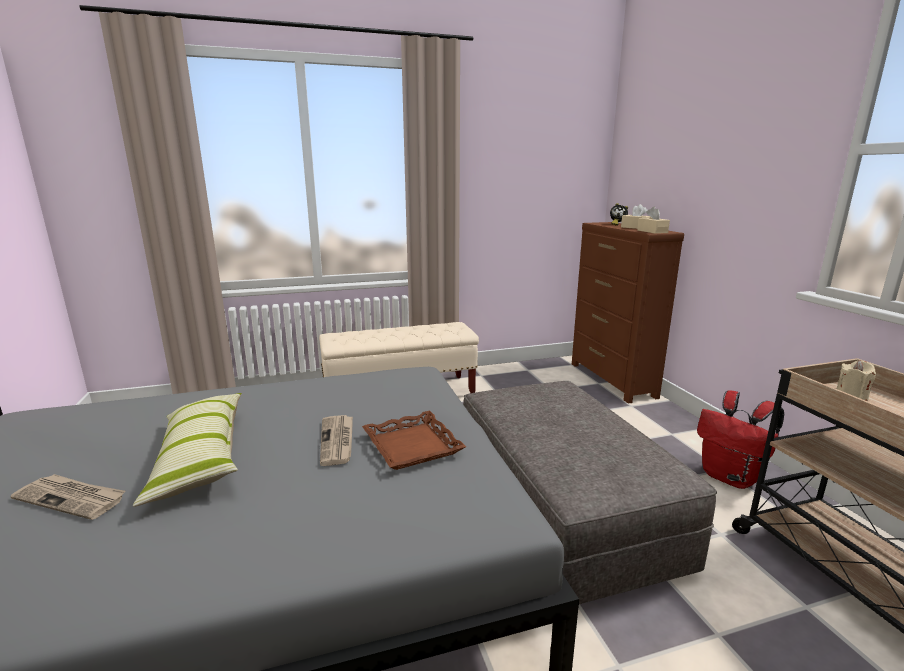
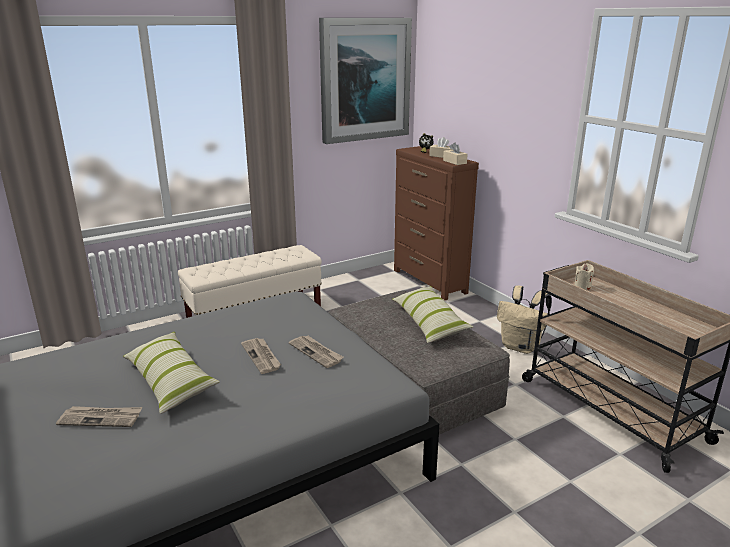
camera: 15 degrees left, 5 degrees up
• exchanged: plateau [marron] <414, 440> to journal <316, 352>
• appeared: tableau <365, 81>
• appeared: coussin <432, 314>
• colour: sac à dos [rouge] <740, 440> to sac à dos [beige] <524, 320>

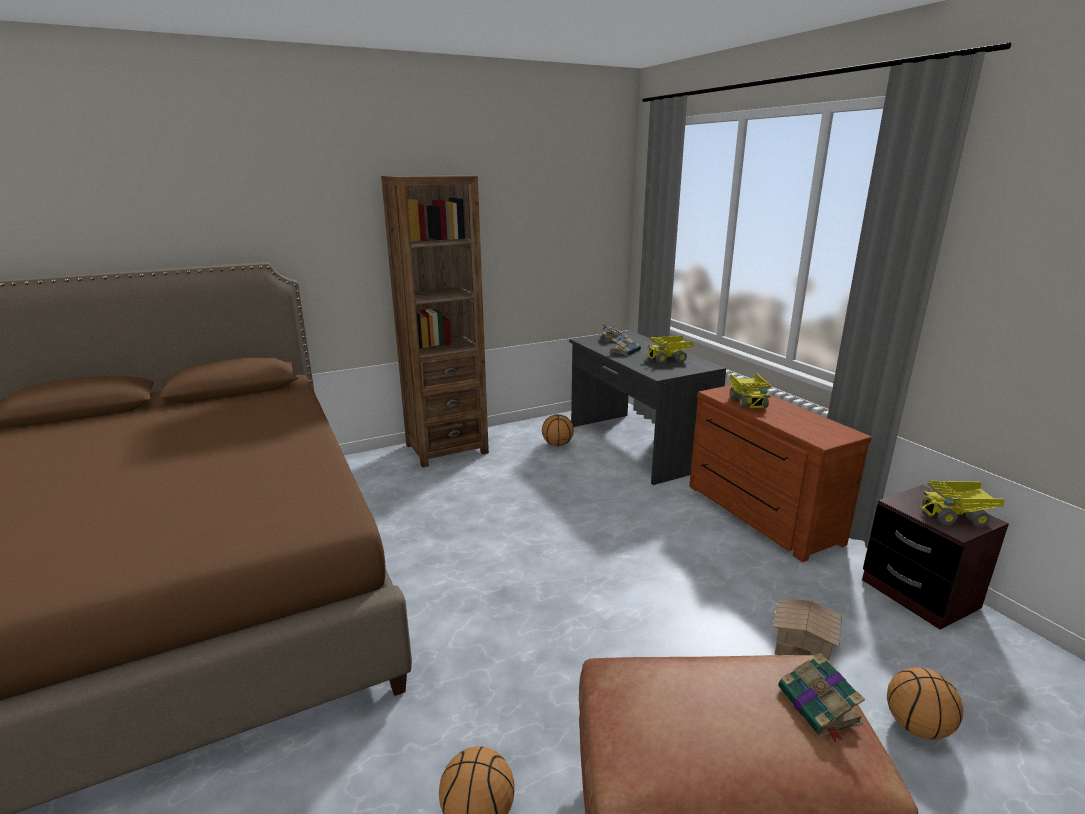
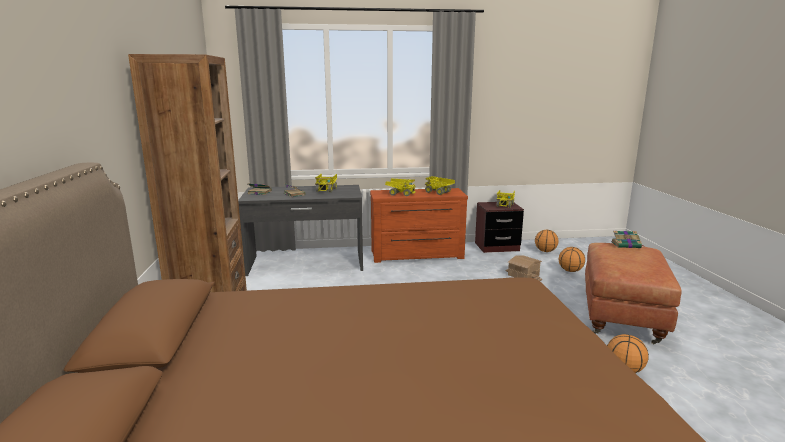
camera: 70 degrees left, 5 degrees down
• appeared: camion jouet <440, 185>
• relocated: ballon de basket <558, 430> to <547, 241>

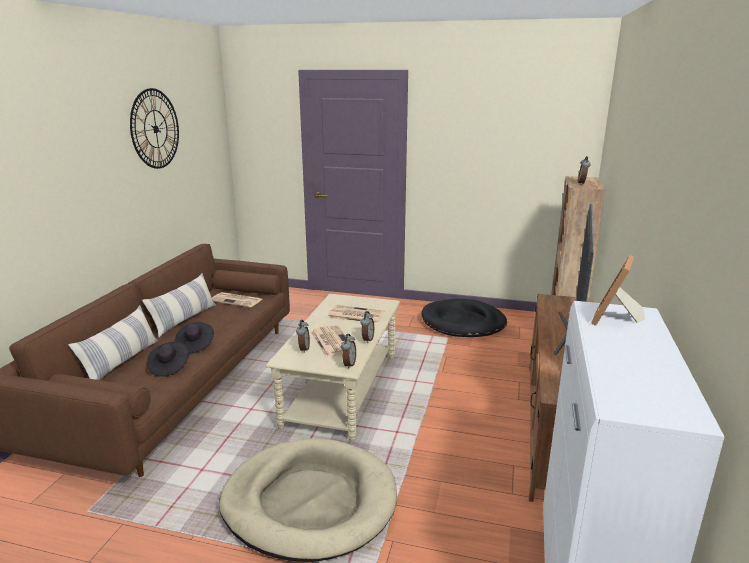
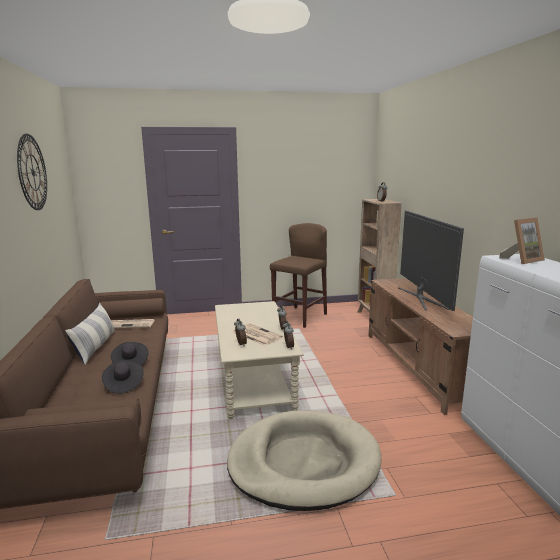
camera: 25 degrees left, 5 degrees down
• exchanged: panier pour chien [noir] <464, 318> to tabouret [marron] <298, 275>
• spun: cadre photo <618, 290> = <522, 240> 120 degrees counterclockwise
• missing: coussin <113, 342>
• missing: journal <355, 314>

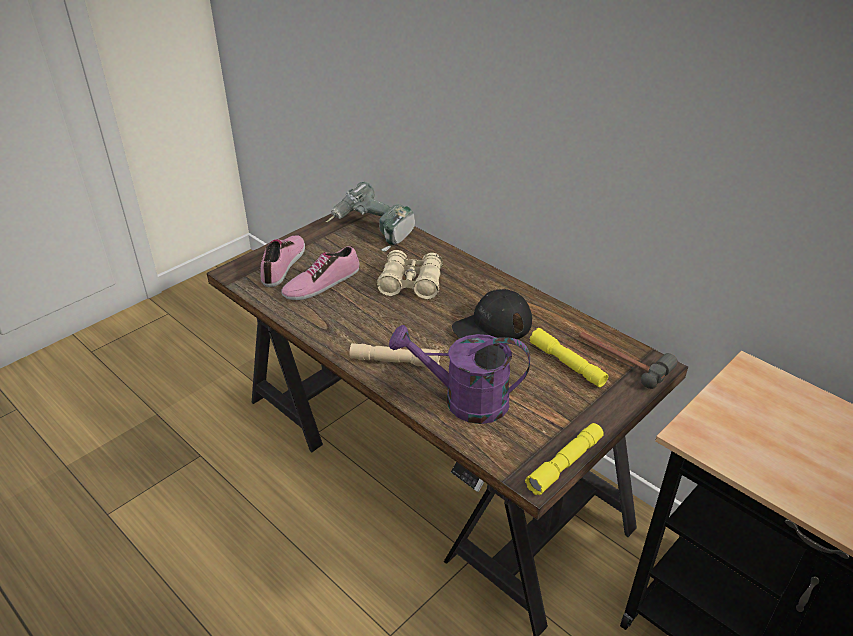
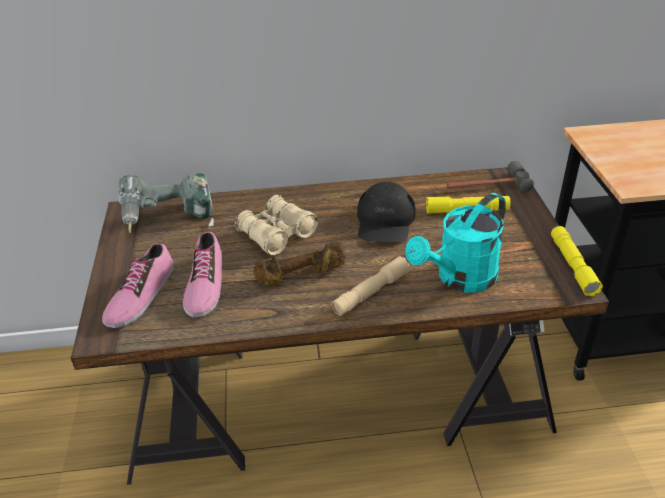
camera: 50 degrees left, 0 degrees up
• spun: chaussure <282, 261> = <138, 285> 120 degrees counterclockwise
• appeared: haltère [marron] <299, 263>
• colour: arrosoir [violet] <459, 374> to arrosoir [turquoise] <455, 243>

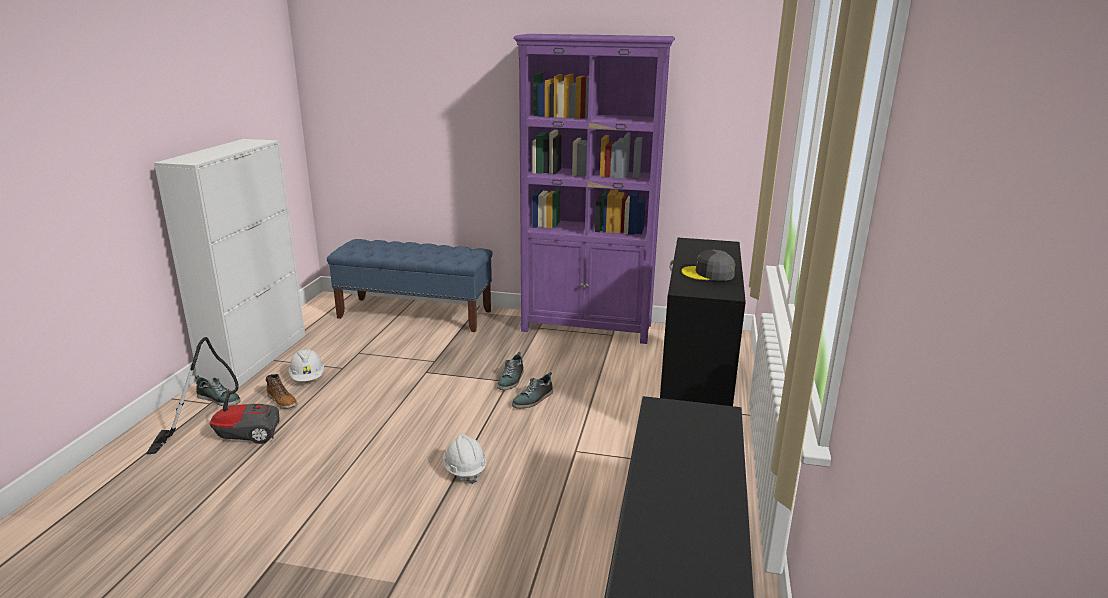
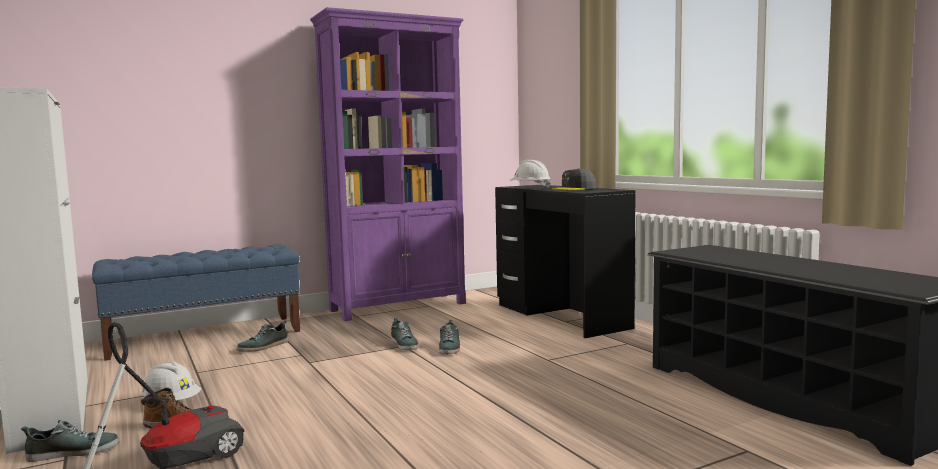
camera: 40 degrees left, 15 degrees down
• appeared: chaussure <262, 336>
• relocated: casque de chantier [blanc] <465, 459> to <530, 174>

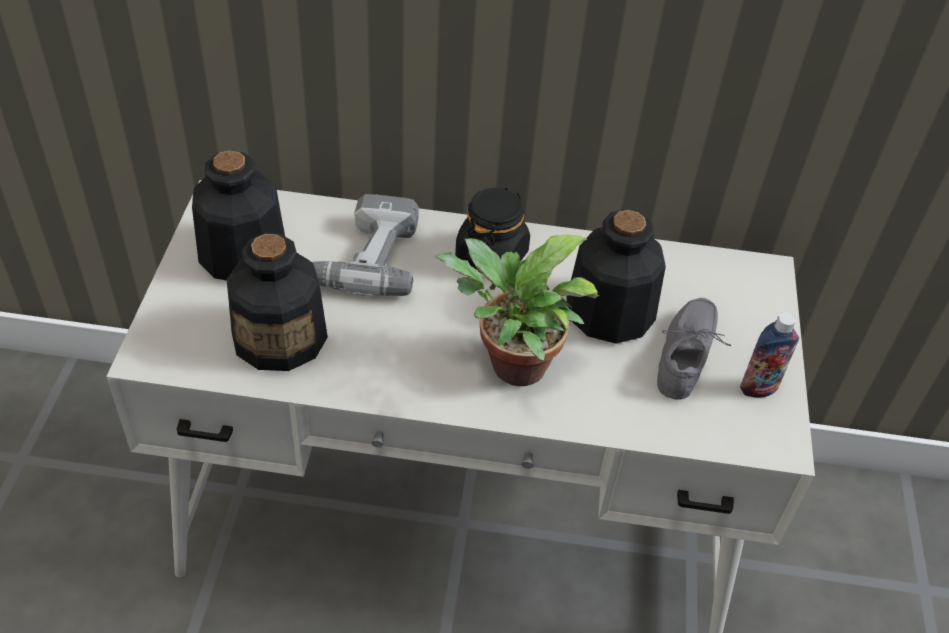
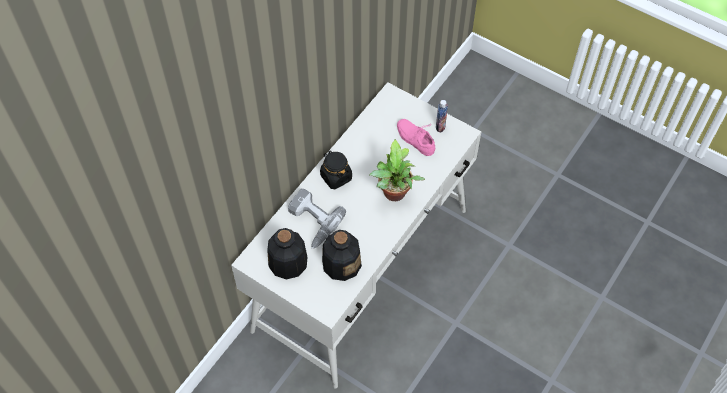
camera: 60 degrees left, 10 degrees up
• colour: chaussure [gris] <694, 349> to chaussure [rose] <416, 137>
• missing: bouteille <616, 276>

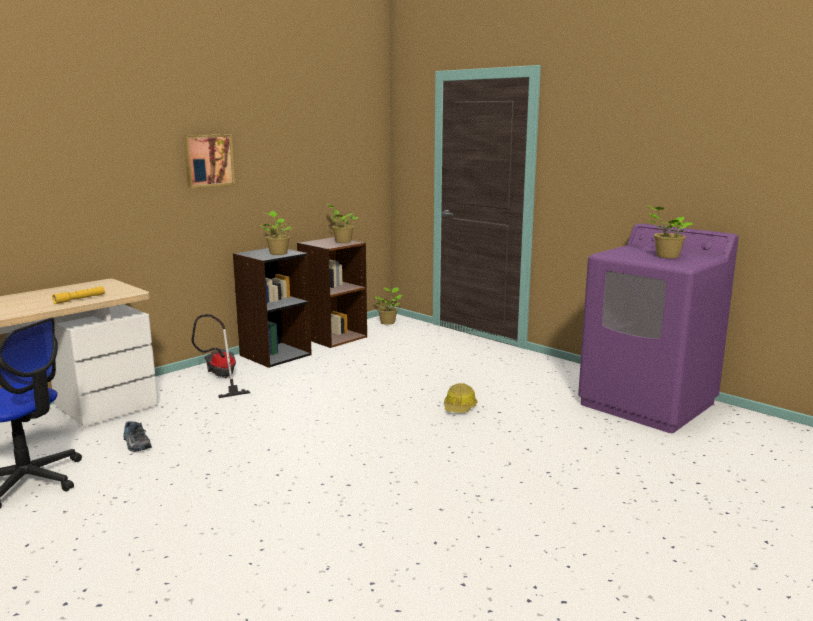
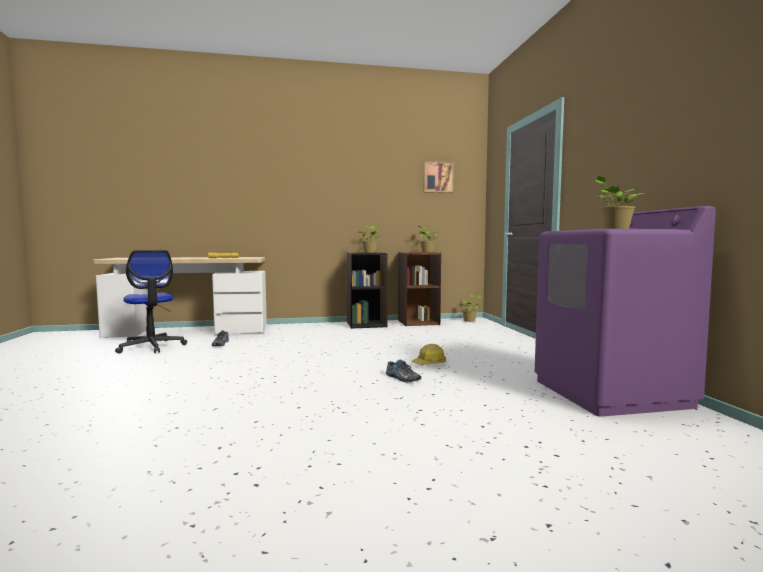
camera: 35 degrees right, 10 degrees down
• appeared: chaussure <403, 371>
• relocated: tableau <209, 161> to <438, 177>
• missing: aspirateur <220, 356>

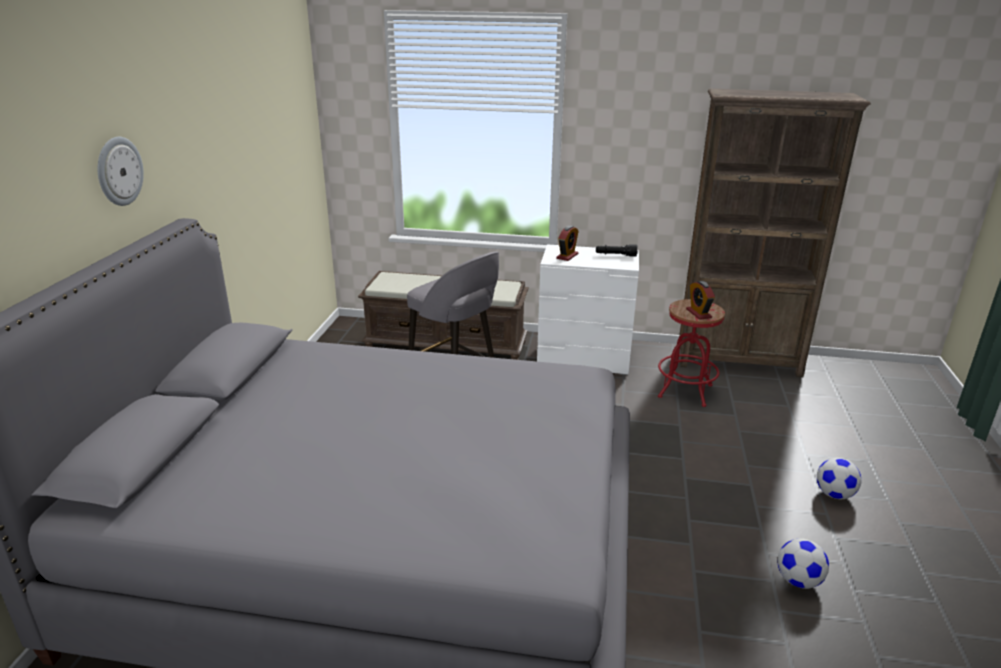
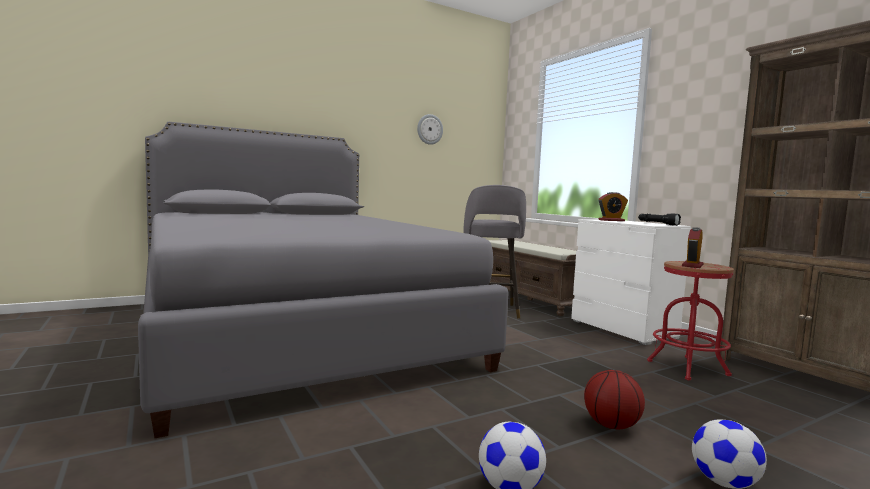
camera: 50 degrees right, 20 degrees down
• relocated: horloge murale <121, 171> to <430, 129>
• appeared: ballon de basket <614, 399>

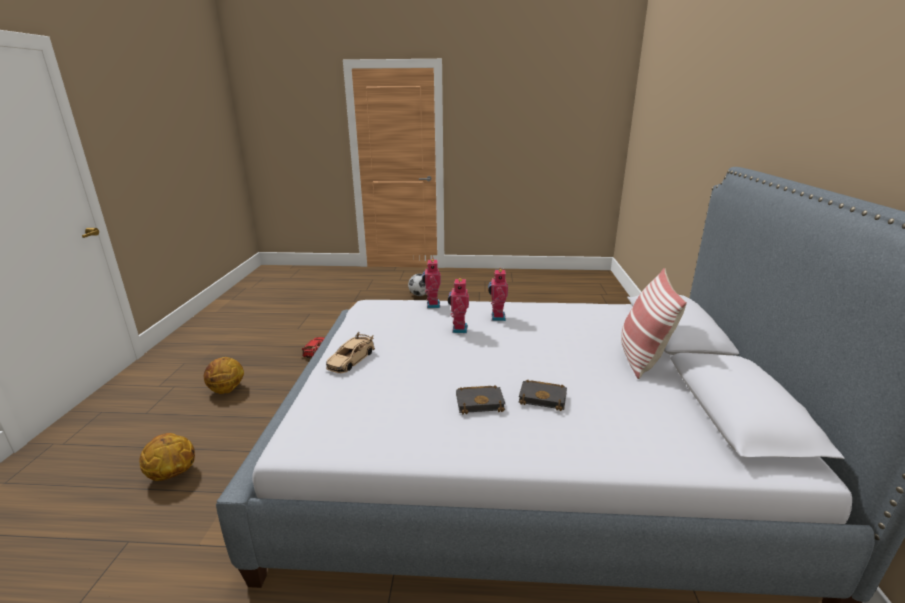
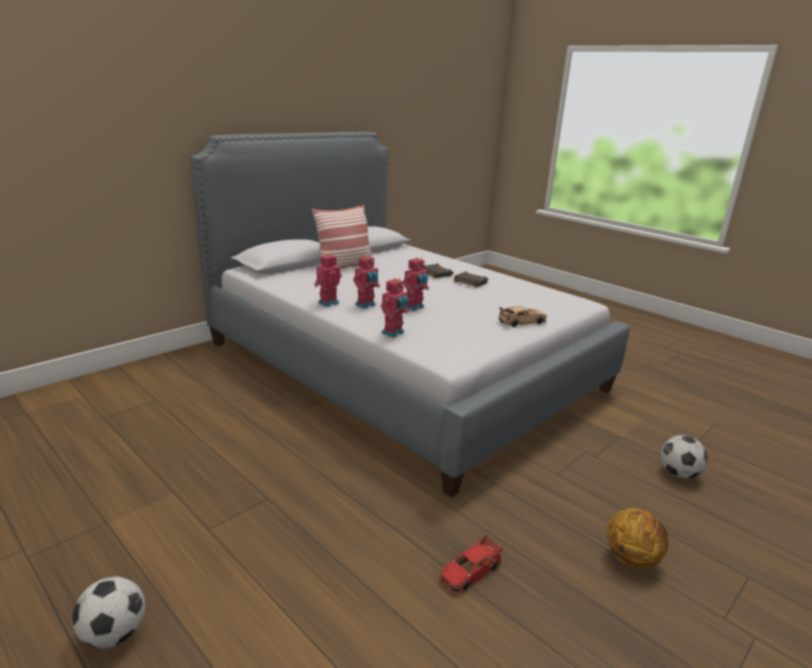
camera: 140 degrees left, 0 degrees up
• appeared: robot jouet <328, 280>
• exchanged: ballon de basket <167, 457> to ballon de foot <684, 457>

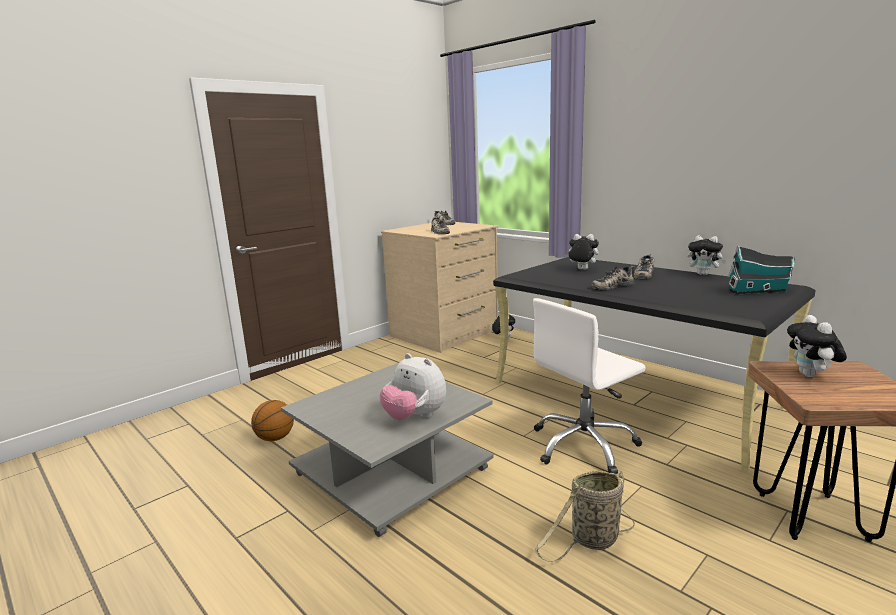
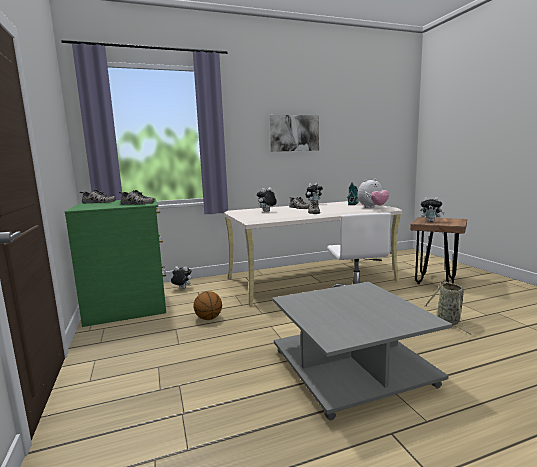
camera: 65 degrees left, 5 degrees down
• colour: commode [beige] <440, 287> to commode [vert] <115, 262>
• relocated: ballon de basket <272, 420> to <208, 305>
• colour: bureau [noir] <654, 364> to bureau [beige] <313, 253>
• appeared: tableau <294, 133>
• relocated: peluche <413, 387> to <373, 193>

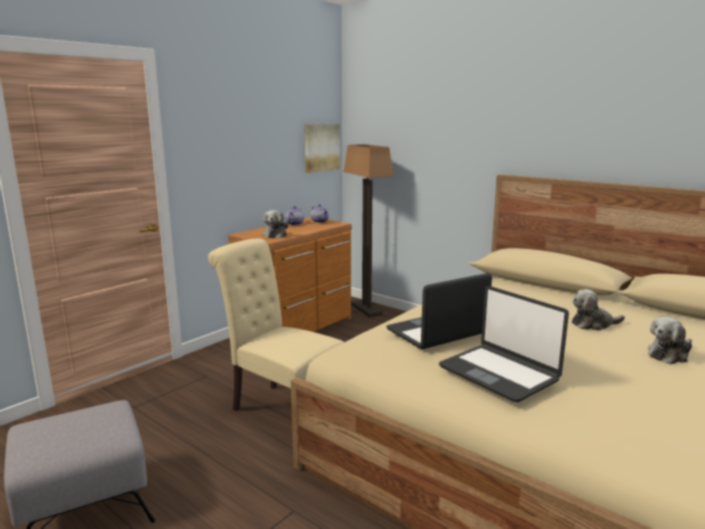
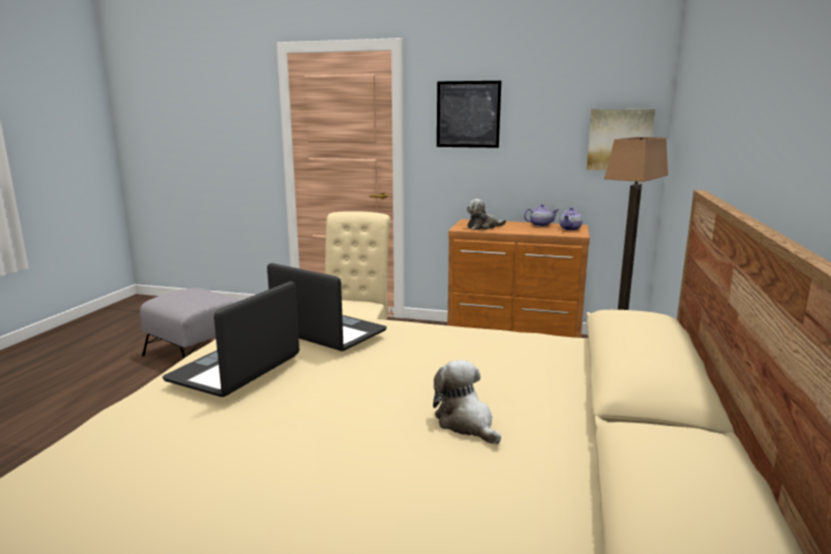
camera: 65 degrees right, 0 degrees up
• appeared: tableau <469, 114>
• missing: peluche <670, 340>

